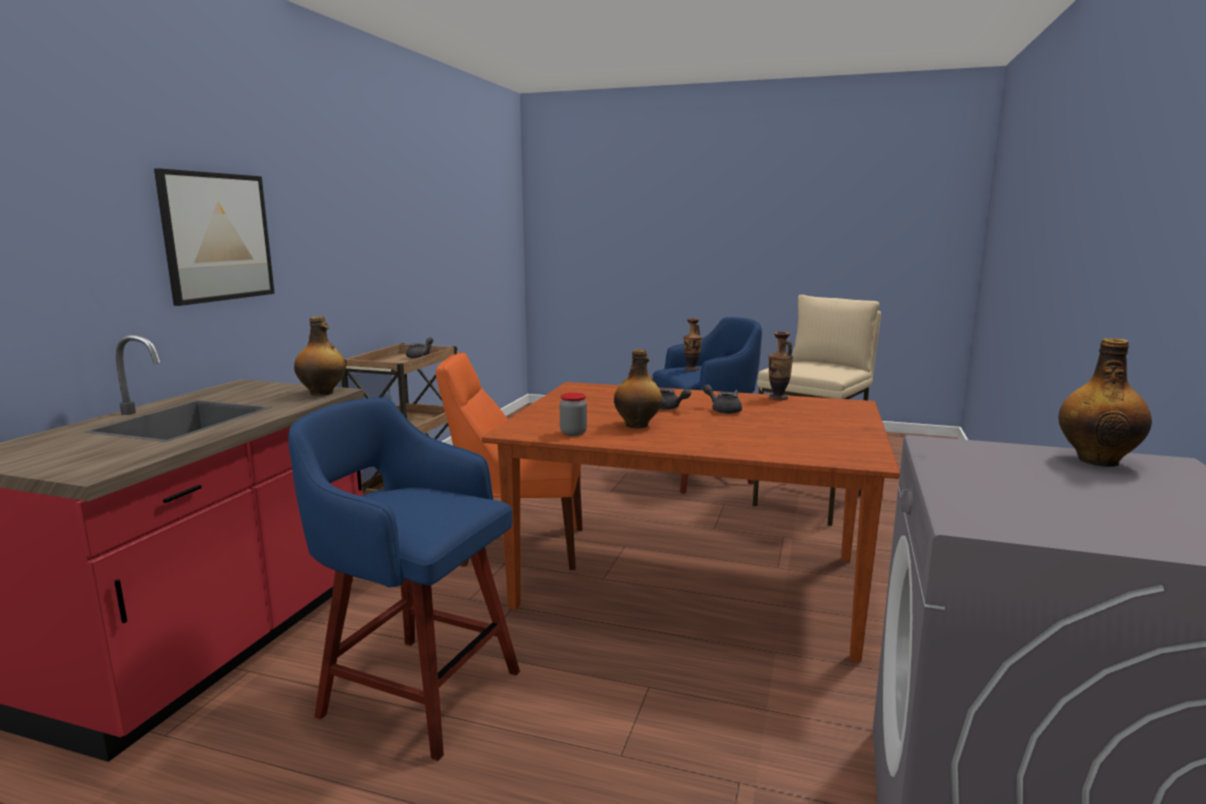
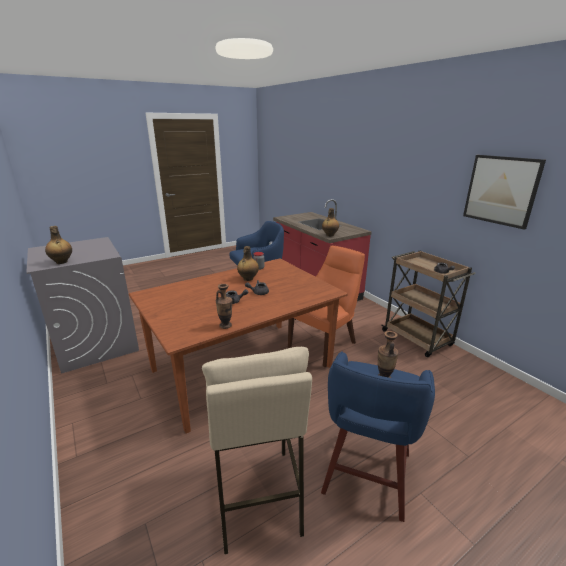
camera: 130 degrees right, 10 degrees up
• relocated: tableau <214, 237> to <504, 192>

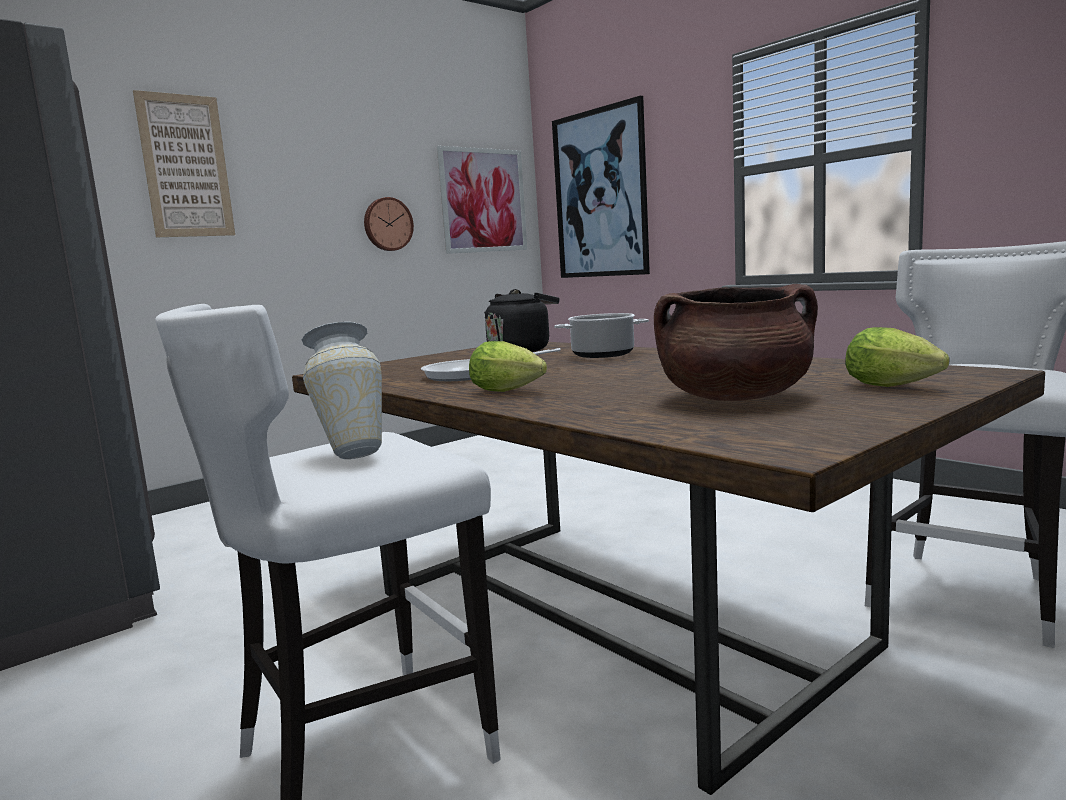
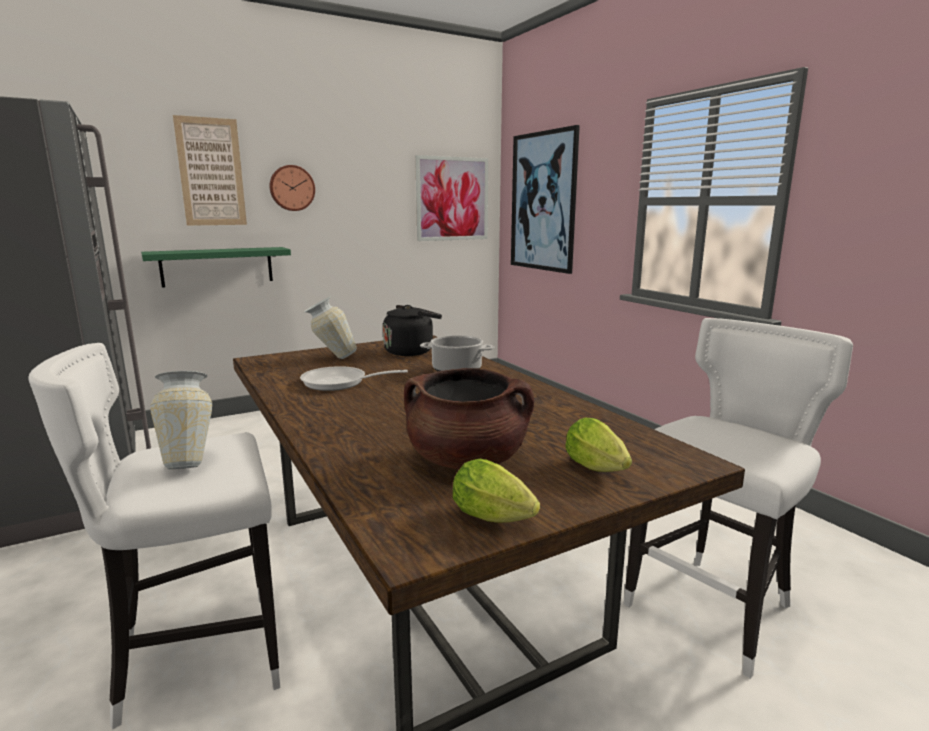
camera: 10 degrees right, 5 degrees up
• appeared: étagère [vert] <216, 267>
• relocated: horloge murale <389, 224> to <292, 188>
• appeared: vase <330, 327>
• relocated: laitue <508, 366> to <496, 491>

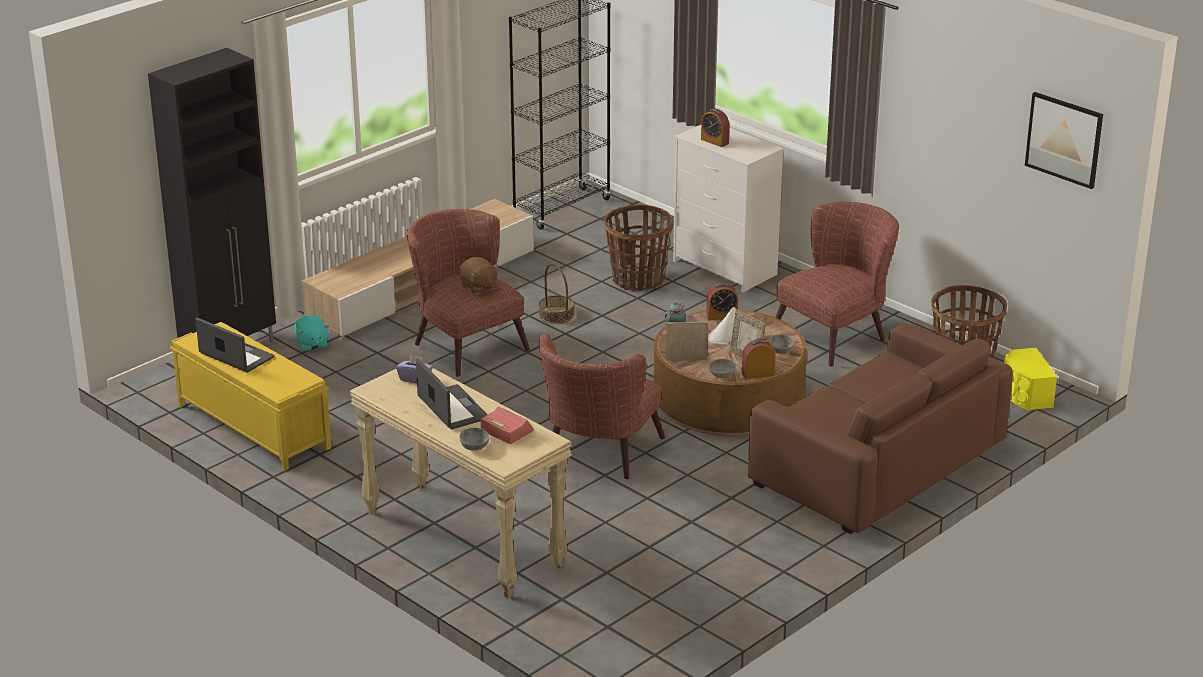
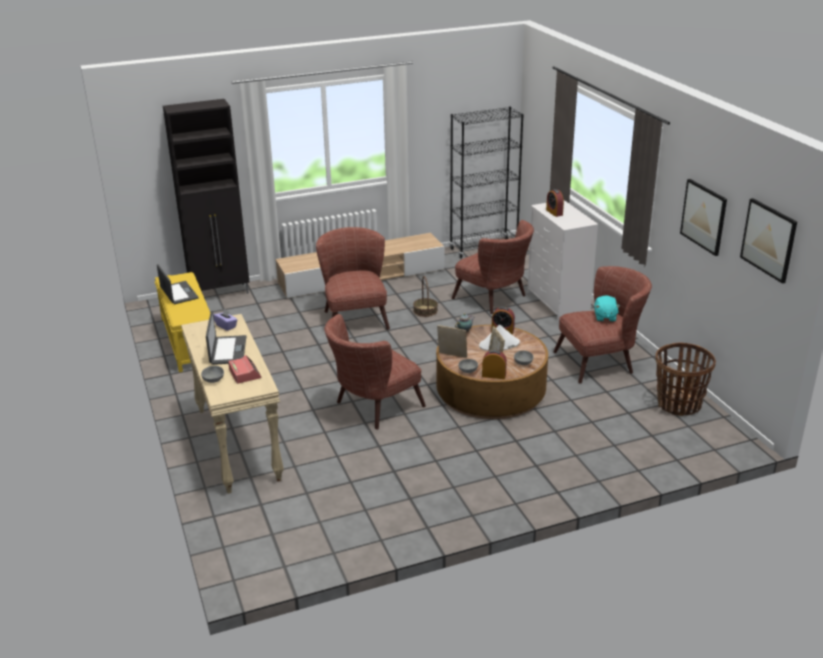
camera: 25 degrees right, 0 degrees up
• exchanged: panier <638, 247> to fauteuil [marron] <493, 267>
• relocated: peluche [turquoise] <312, 333> to <607, 308>
• appeared: tableau <703, 217>
• missing: peluche [marron] <479, 275>
• missing: canapé [marron] <880, 428>
• missing: enceinte [jaune] <1030, 379>

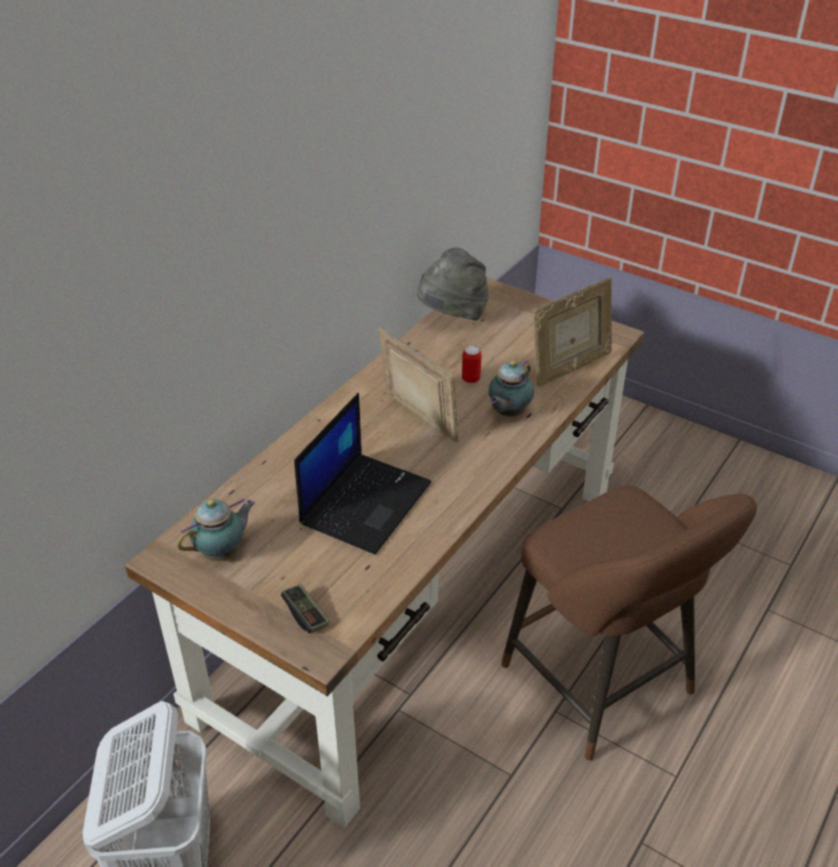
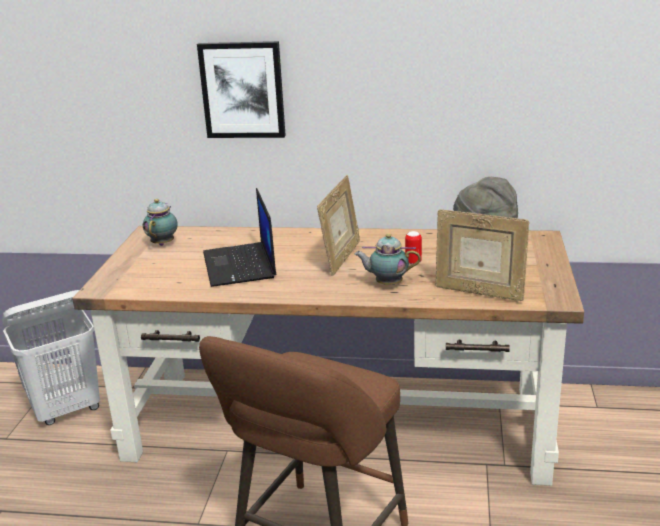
camera: 65 degrees right, 15 degrees down
• spun: théière <216, 529> = <160, 222> 105 degrees counterclockwise
• appeared: tableau <241, 89>
• spun: ordinateur portable <362, 473> = <239, 237> 75 degrees clockwise
• missing: manette <305, 608>

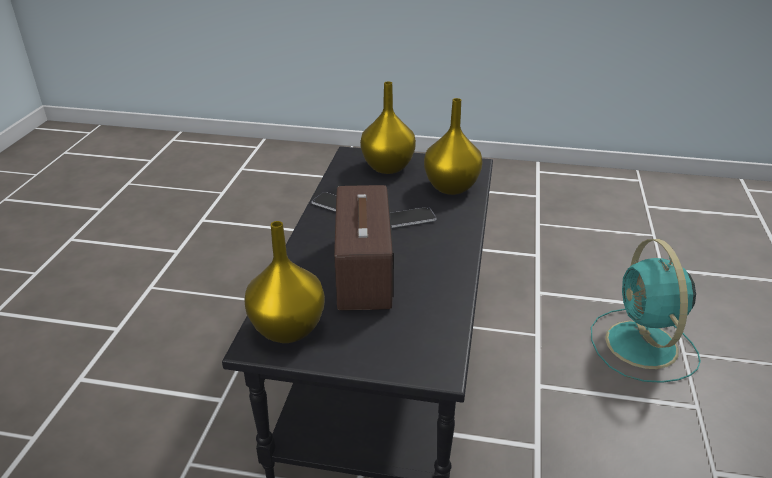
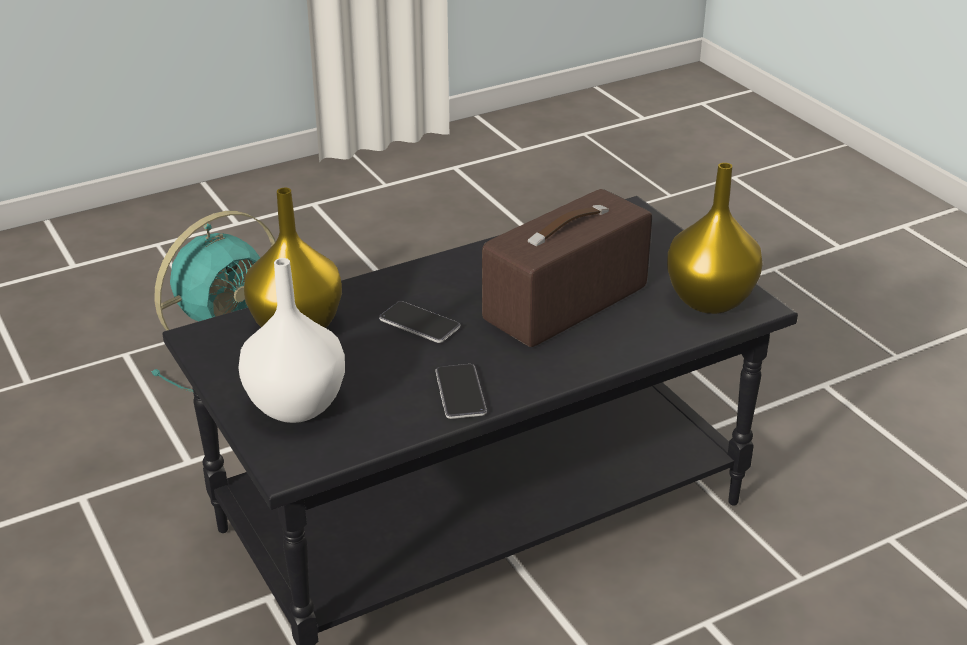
camera: 130 degrees left, 0 degrees up
• colour: vase [jaune] <388, 127> to vase [blanc] <291, 340>

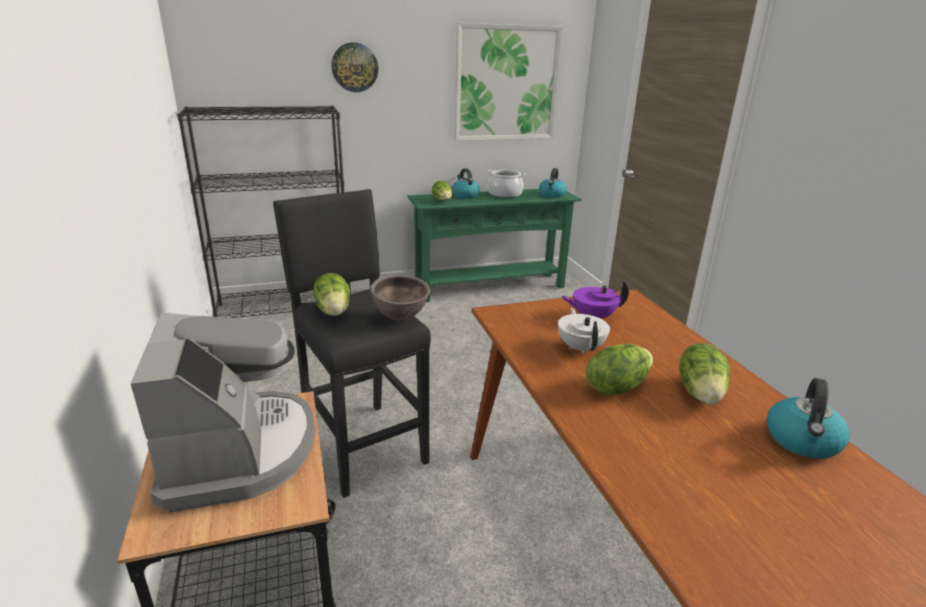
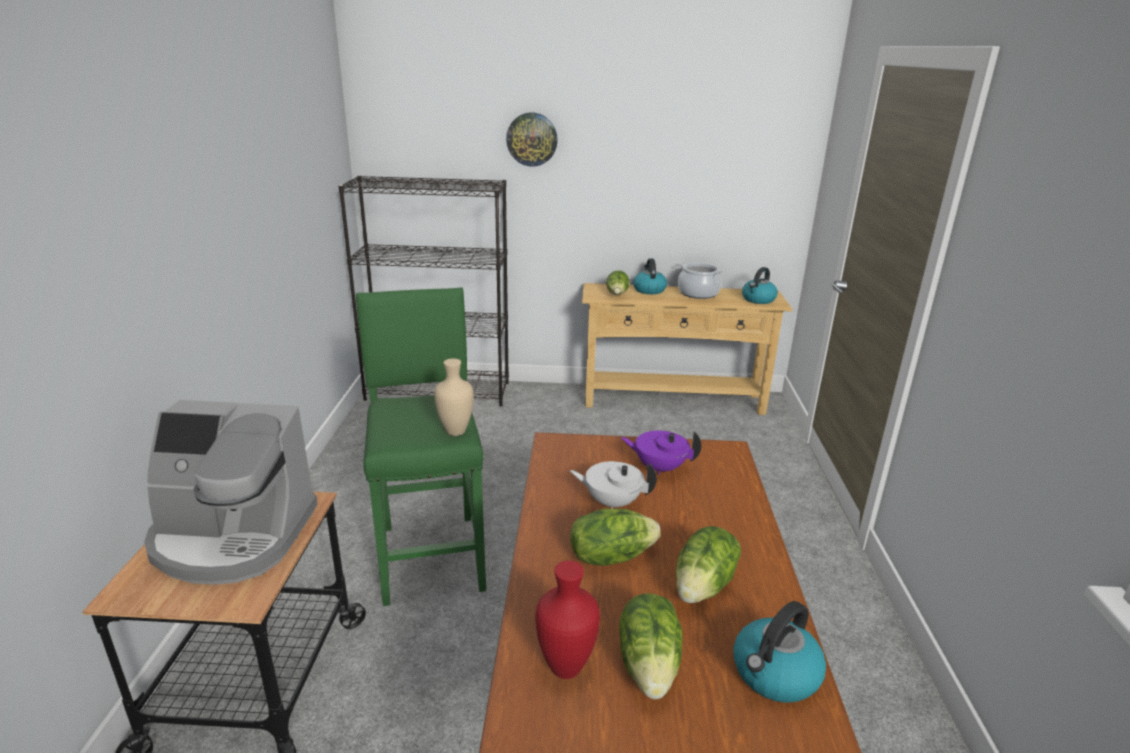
camera: 20 degrees right, 0 degrees up
• spun: machine à café <223, 413> = <231, 492> 90 degrees clockwise
• colour: tabouret [noir] <352, 343> to tabouret [vert] <421, 446>
• exchanged: bol [marron] <400, 298> to vase [beige] <454, 397>
• appeared: vase [rouge] <567, 619>
• spun: théière [blanc] <584, 331> = <613, 485> 90 degrees counterclockwise
• colour: table console [vert] <494, 245> to table console [beige] <687, 349>
• relocated: laitue <332, 294> to <651, 646>
• missing: tableau <508, 82>

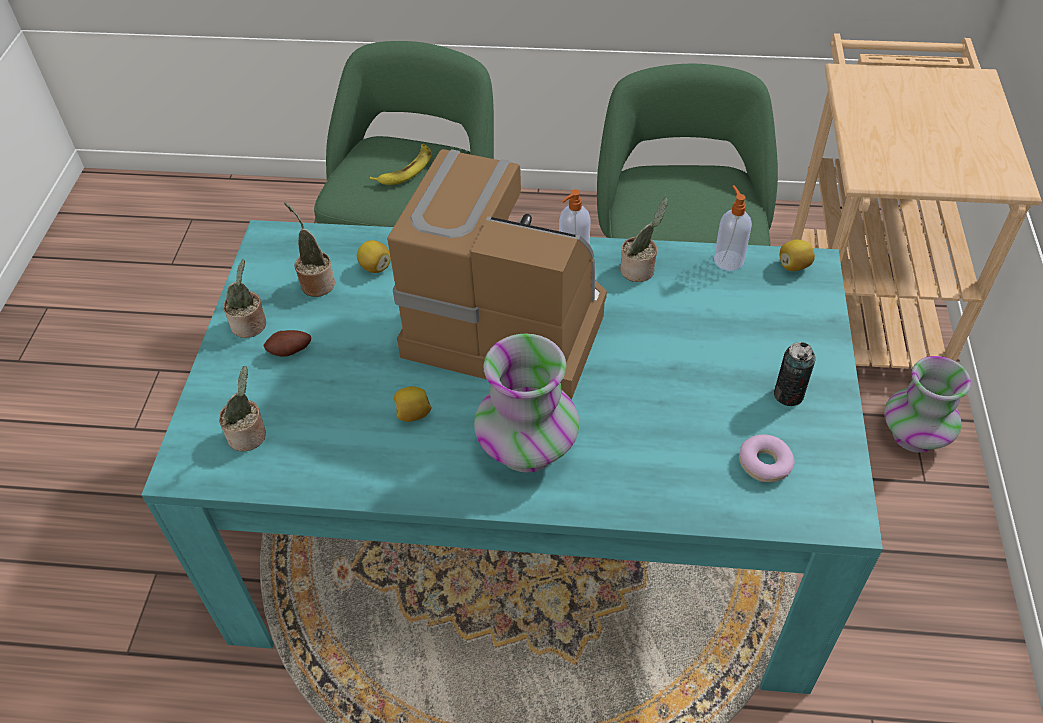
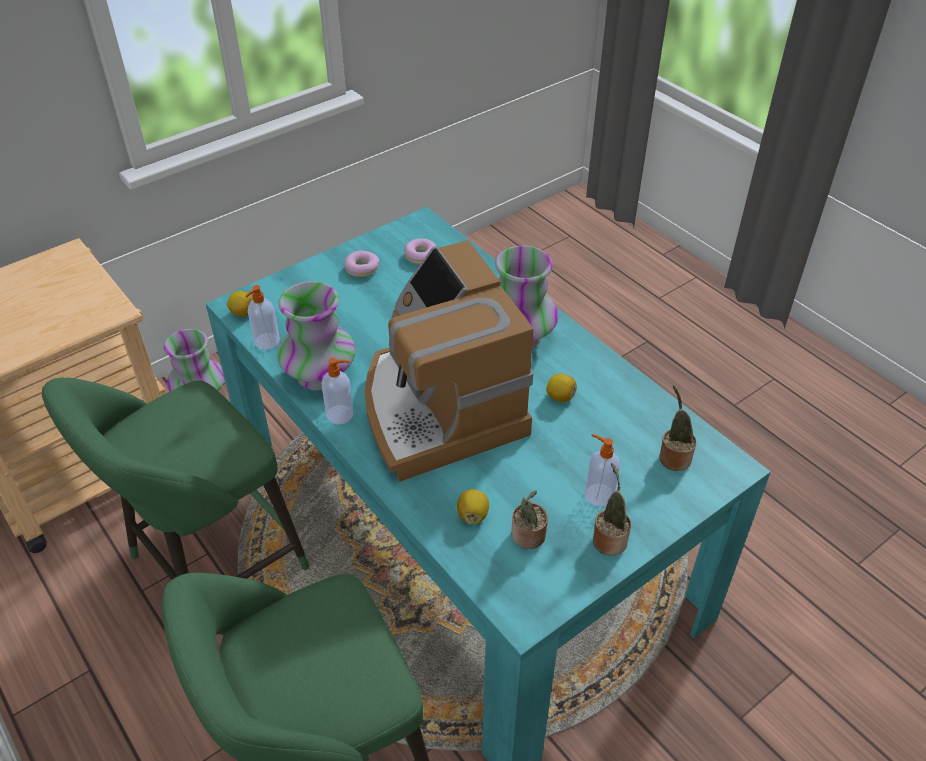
camera: 135 degrees left, 5 degrees down
• exchanged: plante en pot <644, 239> to vase <316, 335>
• exchanged: boîte métallique <795, 374> to beignet <362, 264>
• exchanged: pomme de terre <287, 343> to distributeur de savon <602, 470>
• missing: banane <401, 164>

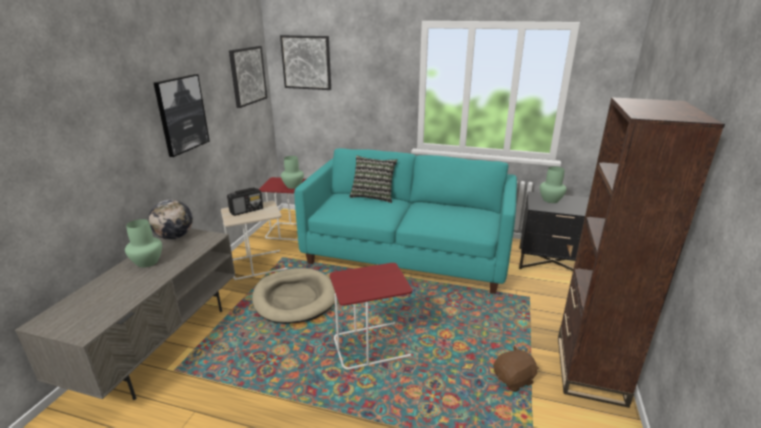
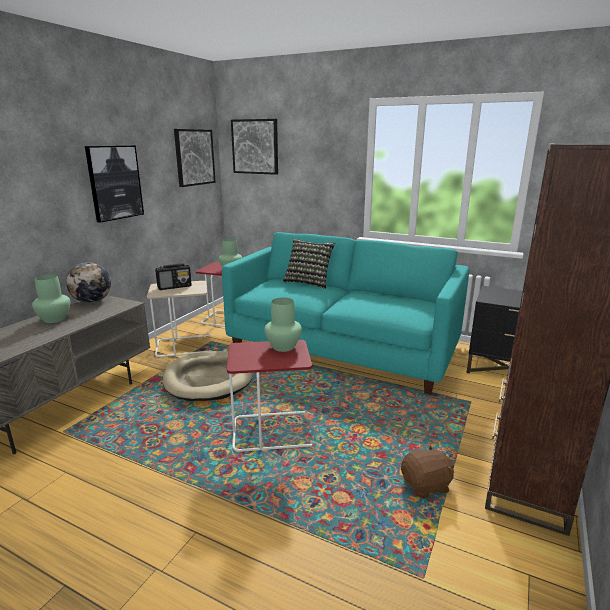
camera: 10 degrees right, 5 degrees down
• relocated: vase [vert] <553, 184> to <283, 325>

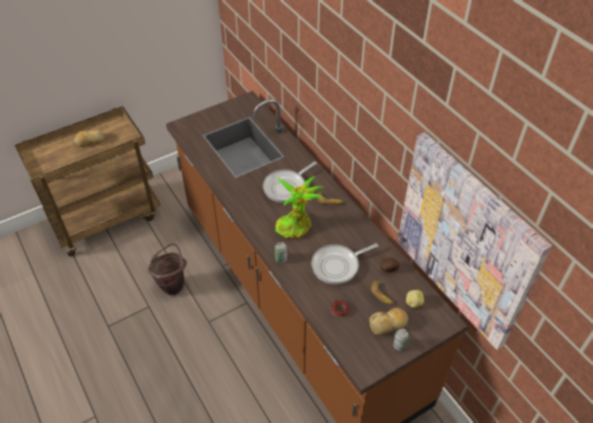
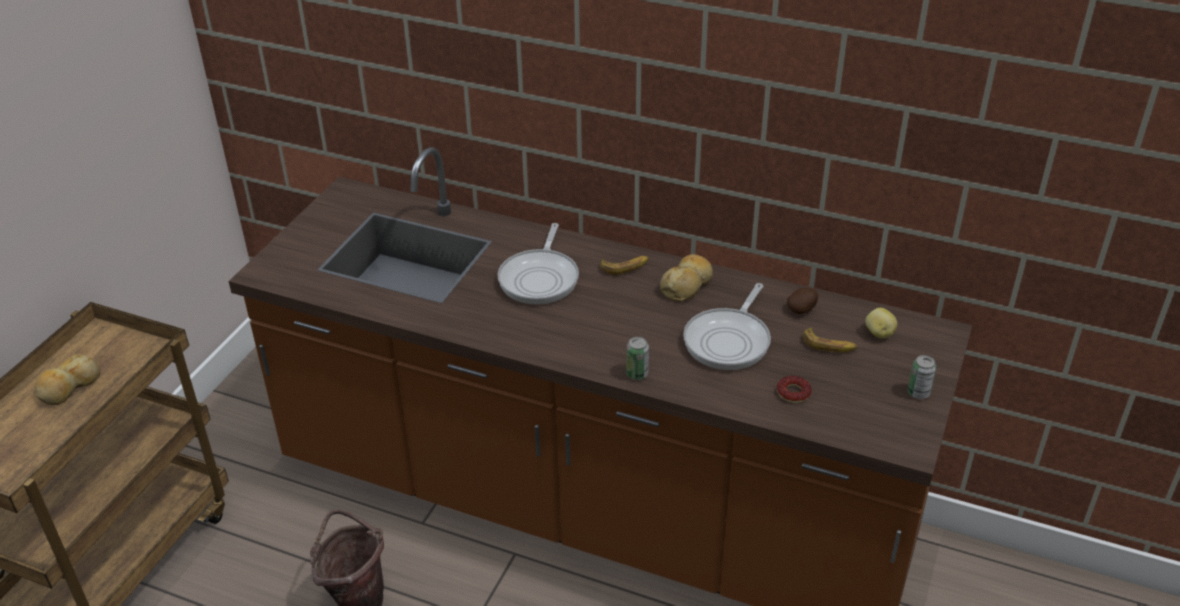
camera: 35 degrees left, 10 degrees down
• relocated: pain <388, 321> to <686, 278>
• missing: plante en pot <299, 207>
• missing: tableau <474, 241>

